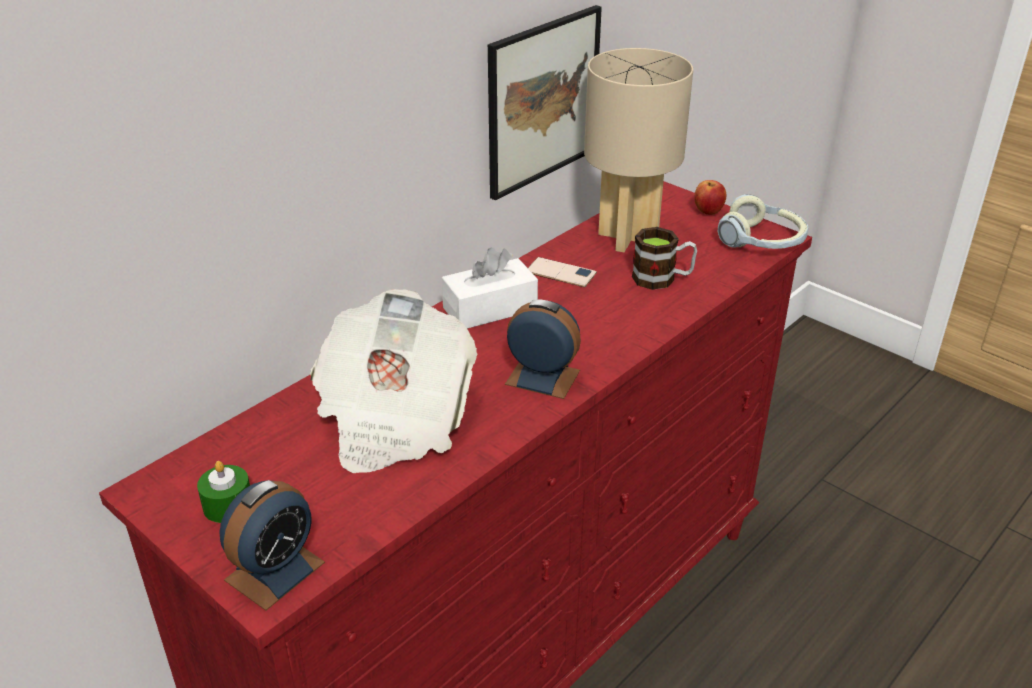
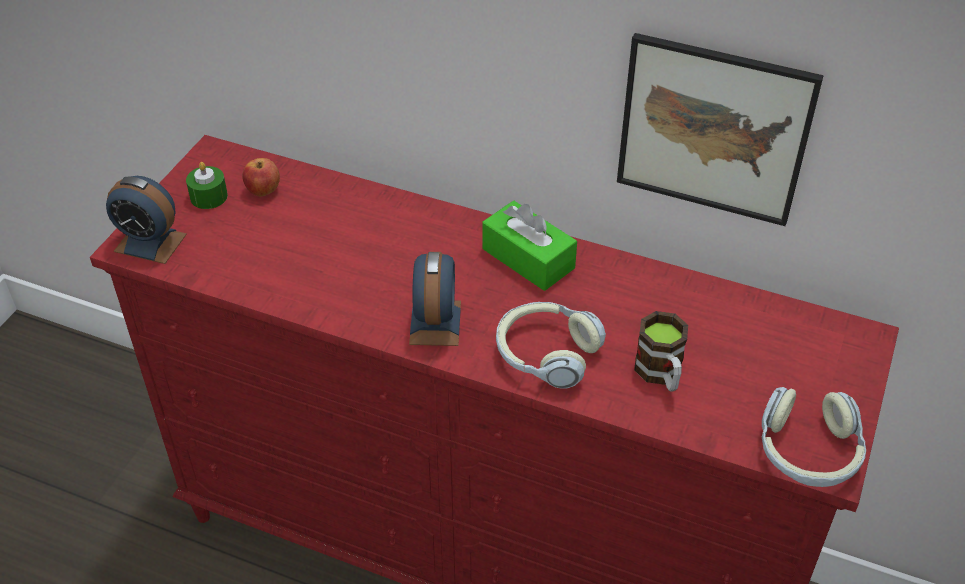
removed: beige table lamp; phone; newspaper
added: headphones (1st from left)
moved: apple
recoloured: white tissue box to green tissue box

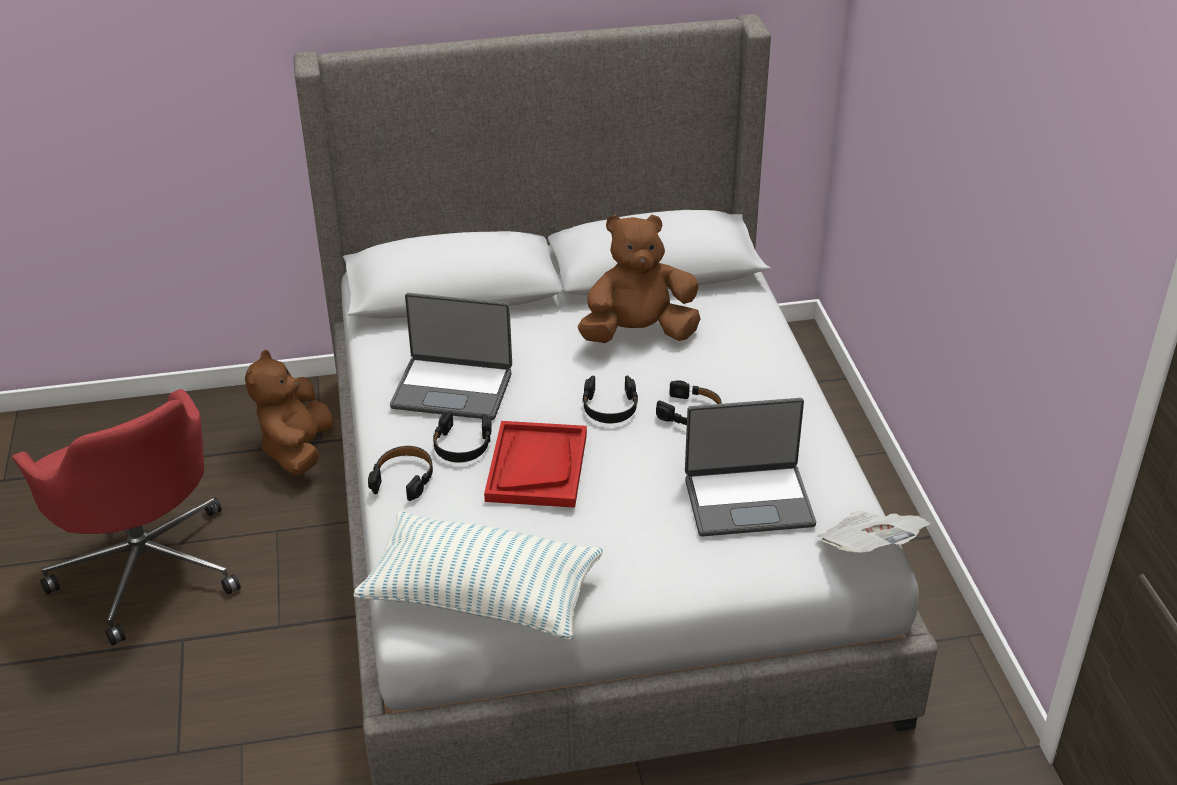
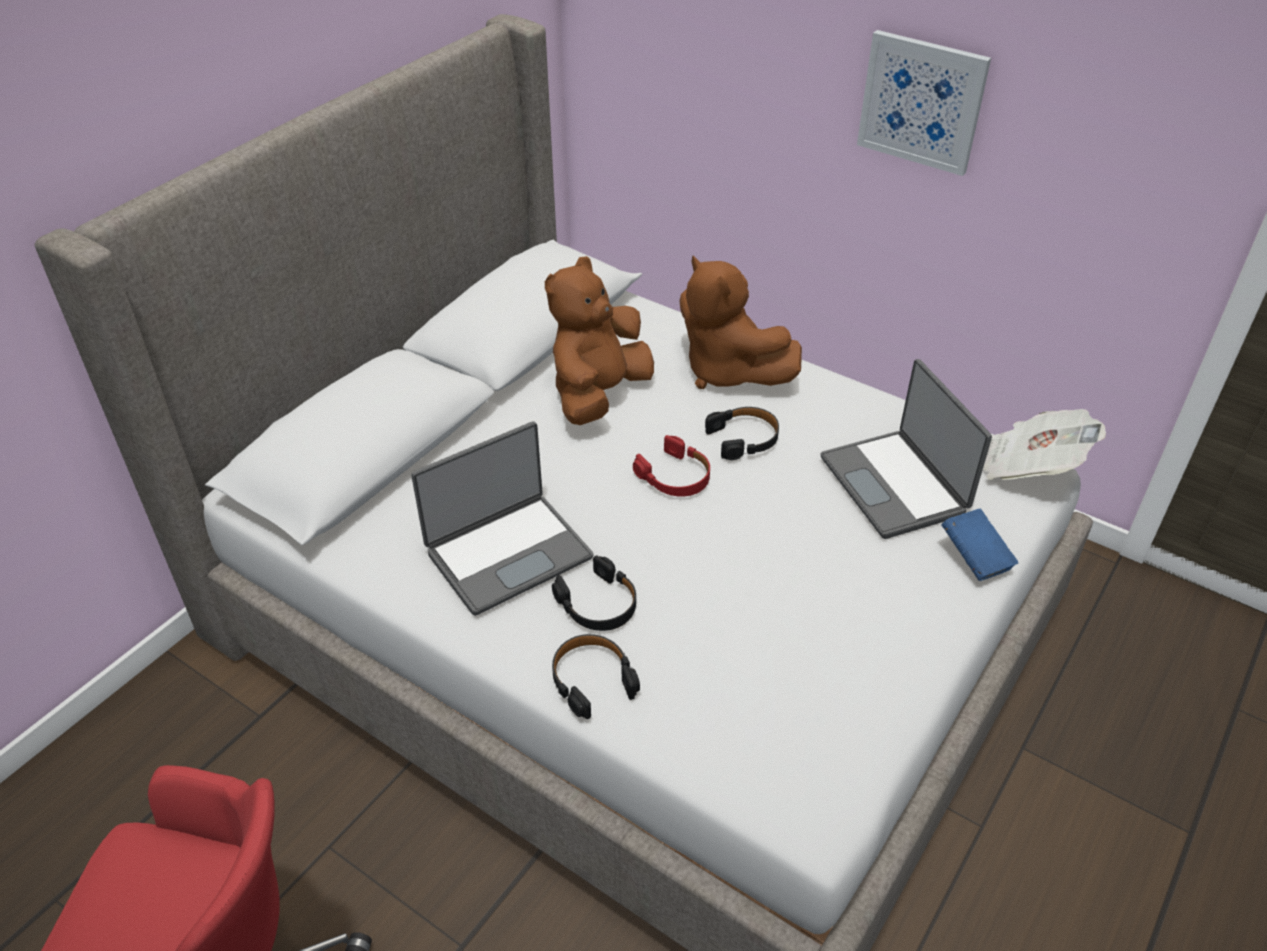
removed: red tray; pillow
added: picture; blue book
moved: brown plush toy (1st from left in the first image) to brown plush toy (2nd from left)
recoloured: black headphones (3rd from left) to red headphones
turned: laptop (2nd from left) 120 degrees clockwise

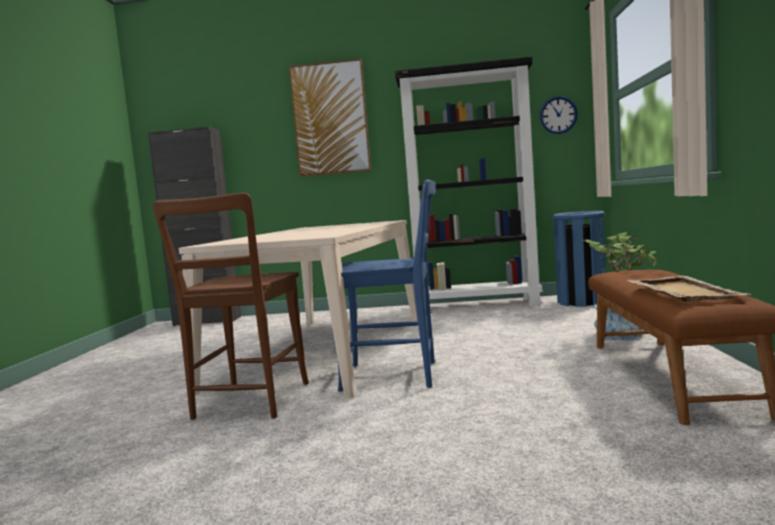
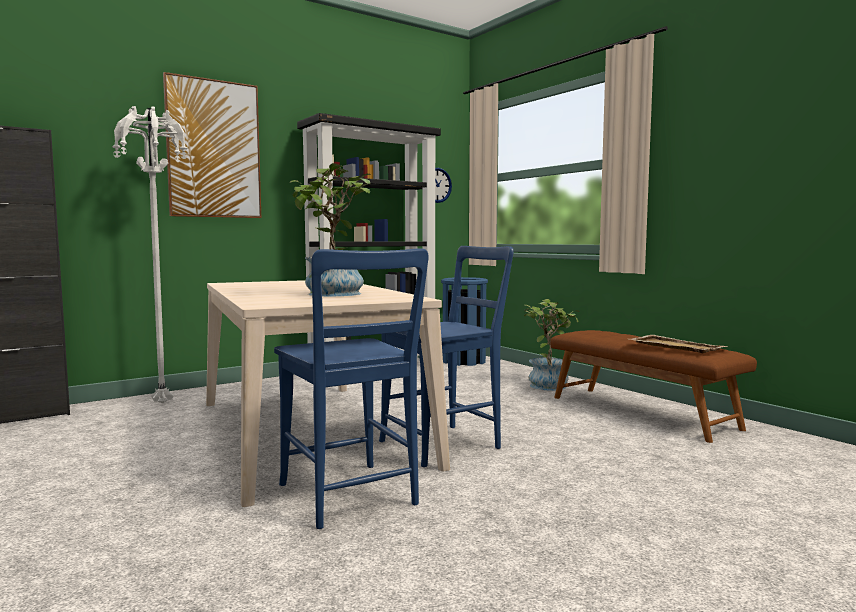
added: white floor lamp; potted plant (1st from left)
recoloured: brown chair to blue chair (1st from left)

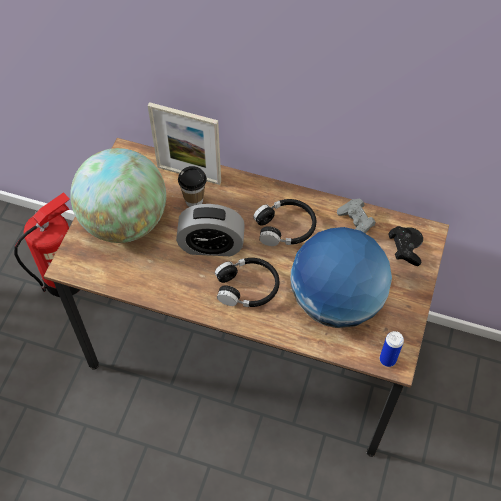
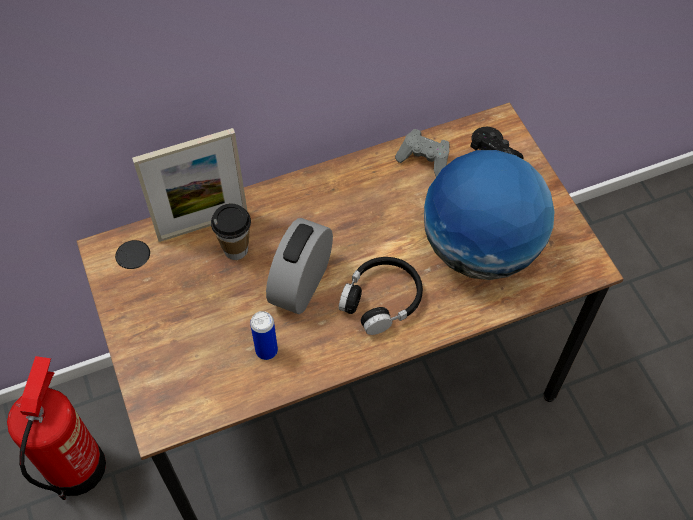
removed: globe (1st from left); black headphones (2nd from left)
moved: can
turned: alarm clock 150 degrees clockwise

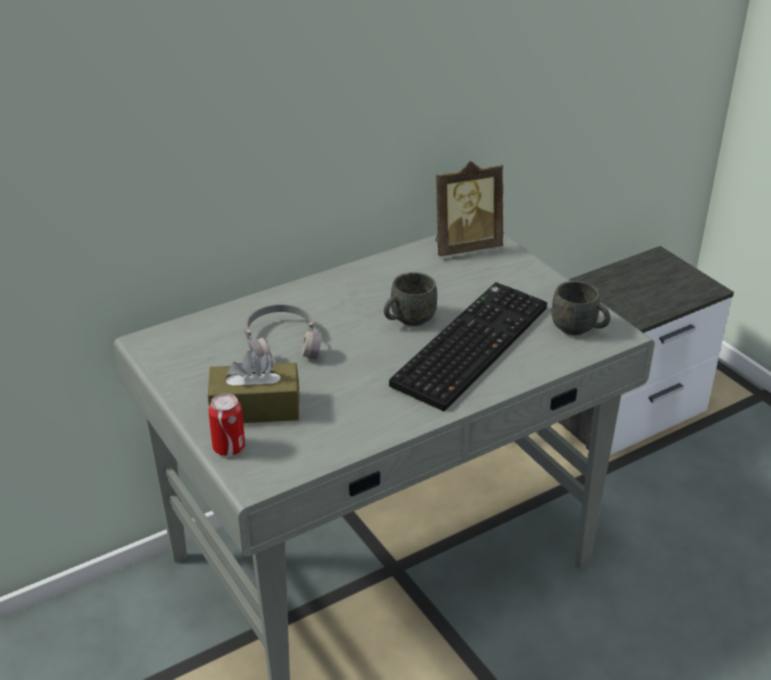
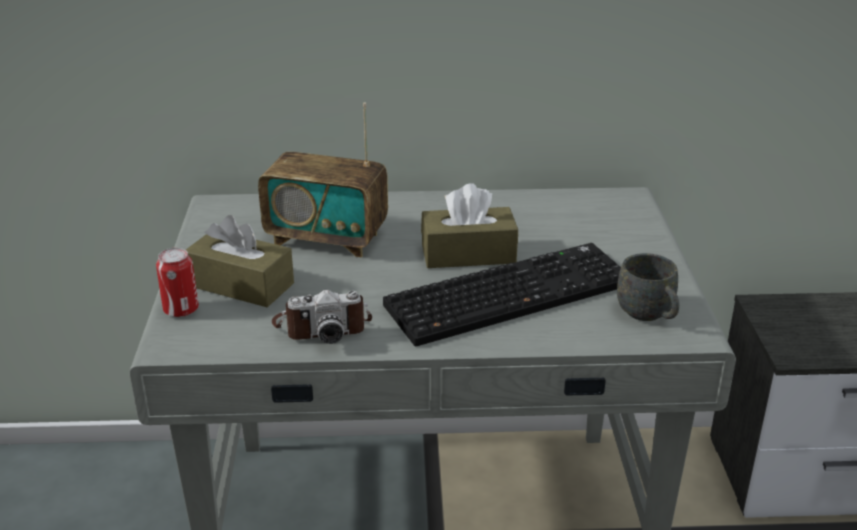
removed: picture frame
added: photo camera
replaced: grey mug (1st from left) to brown tissue box (2nd from left); grey headphones to radio

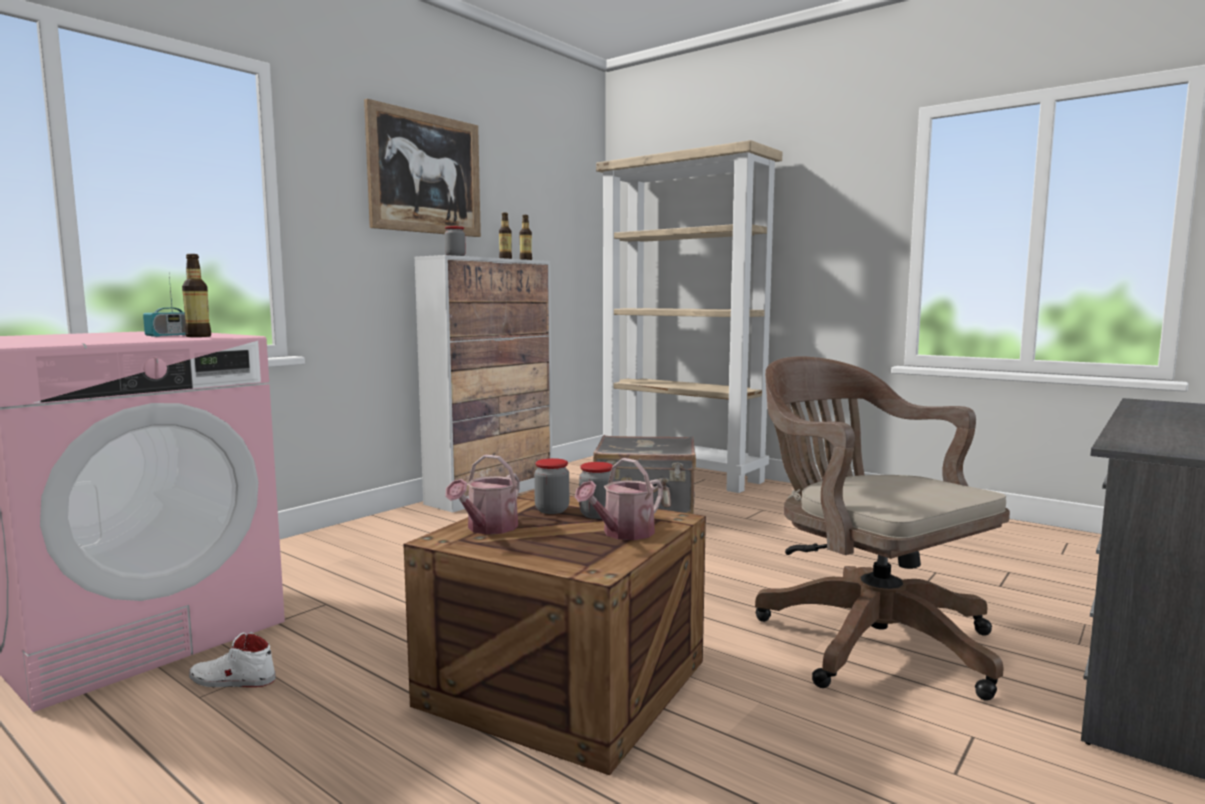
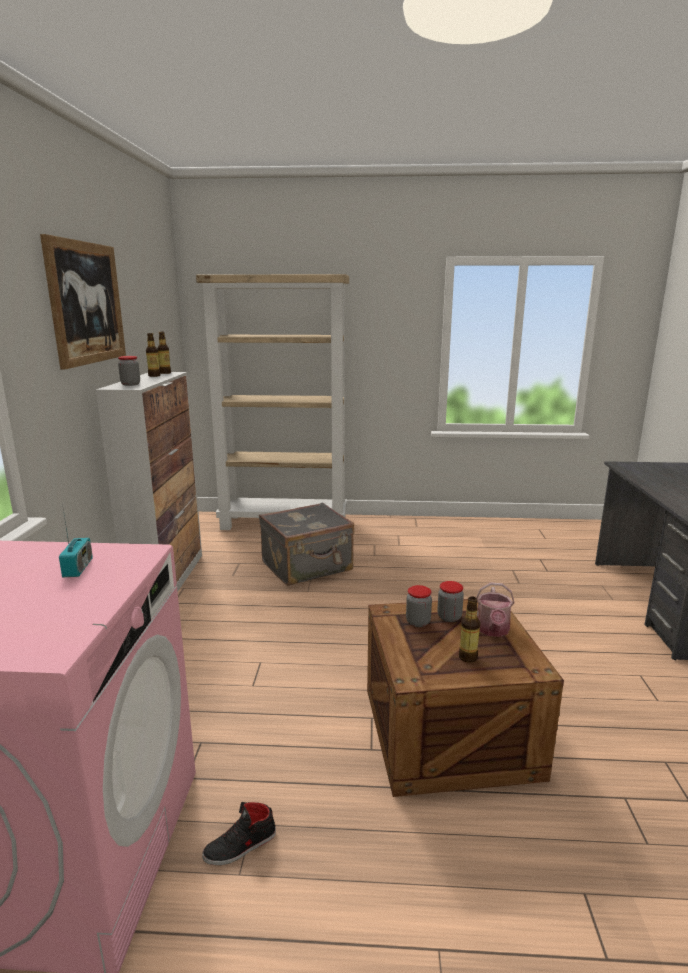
removed: brown office chair; watering can (1st from left)
moved: bottle (1st from left in the first image) to bottle (3rd from left)
recoloured: white shoe to black shoe

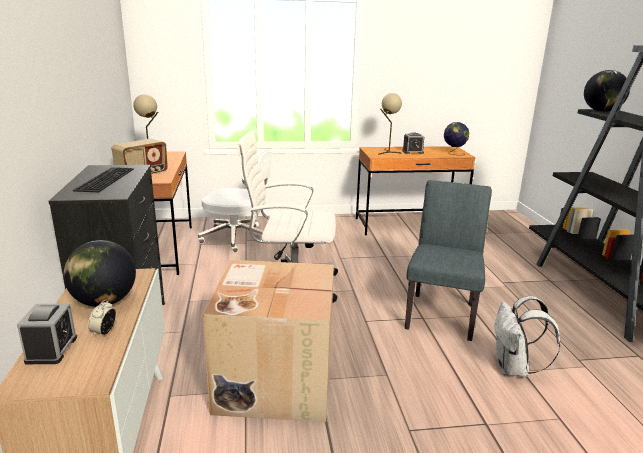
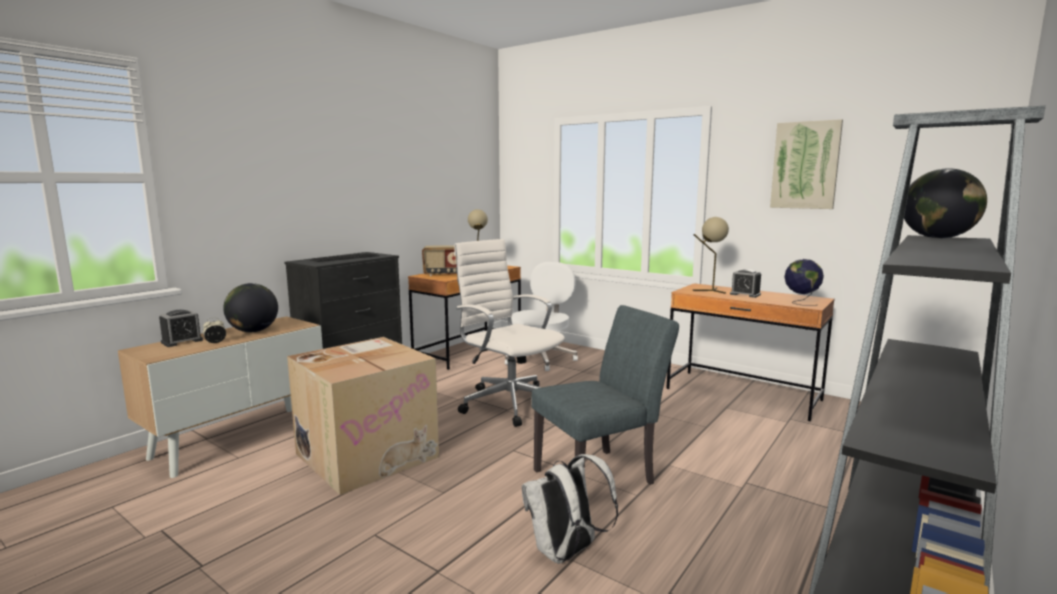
added: picture
turned: white office chair (1st from left in the first image) 120 degrees counterclockwise

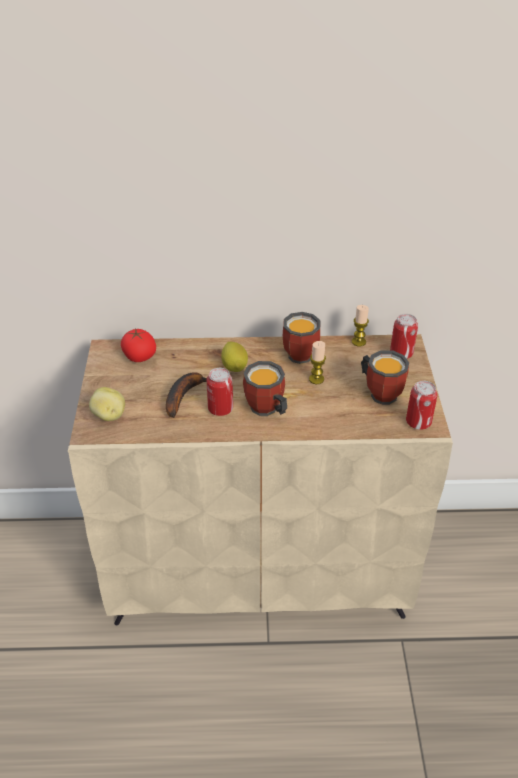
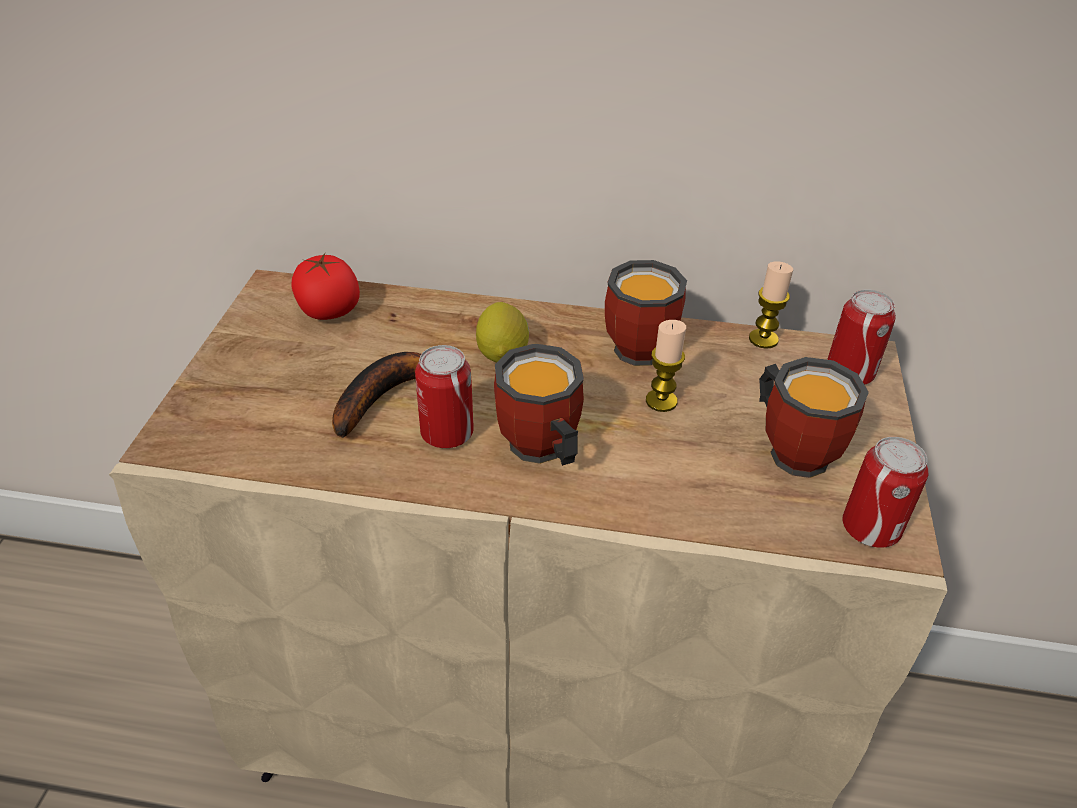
removed: potato

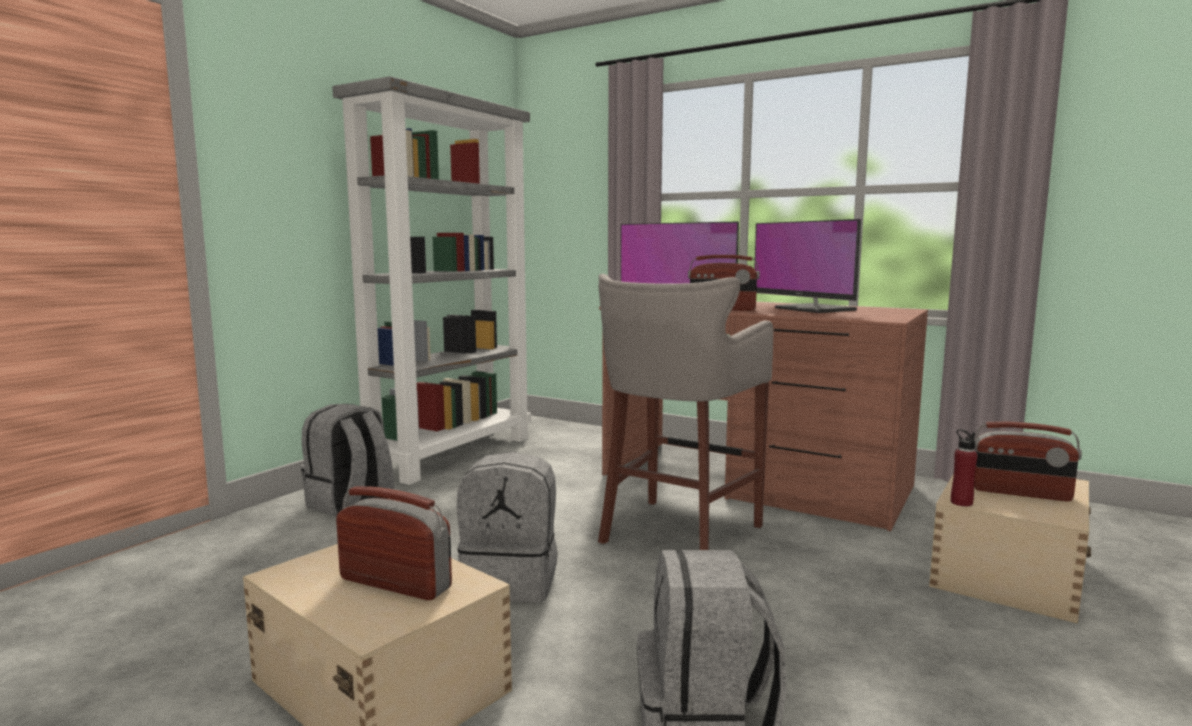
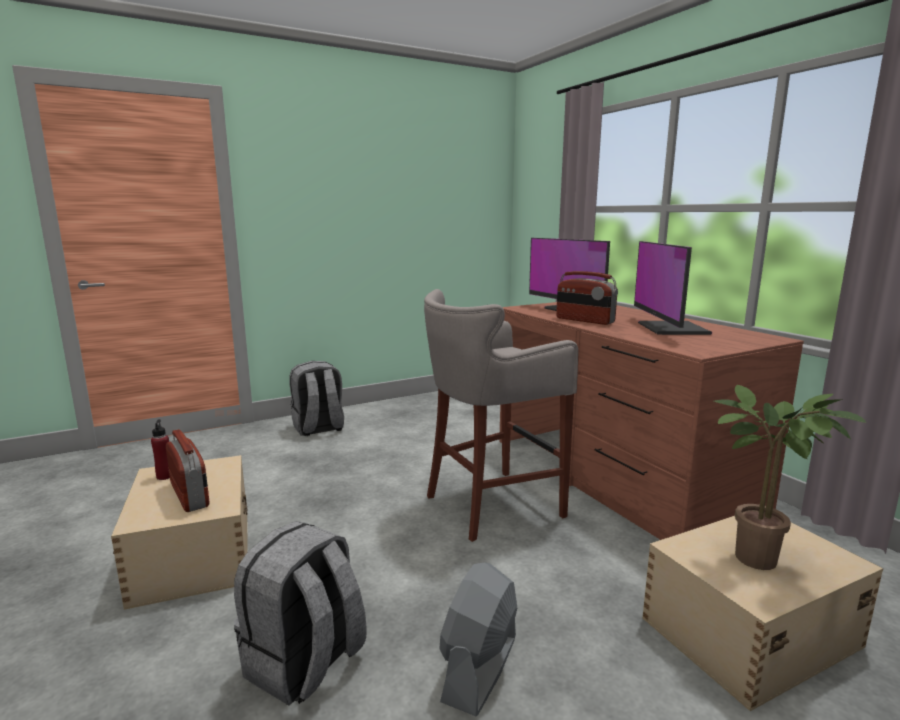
removed: grey bookcase; grey backpack (2nd from left)
added: grey fan
moved: red bottle
replaced: radio (3rd from left) to potted plant

